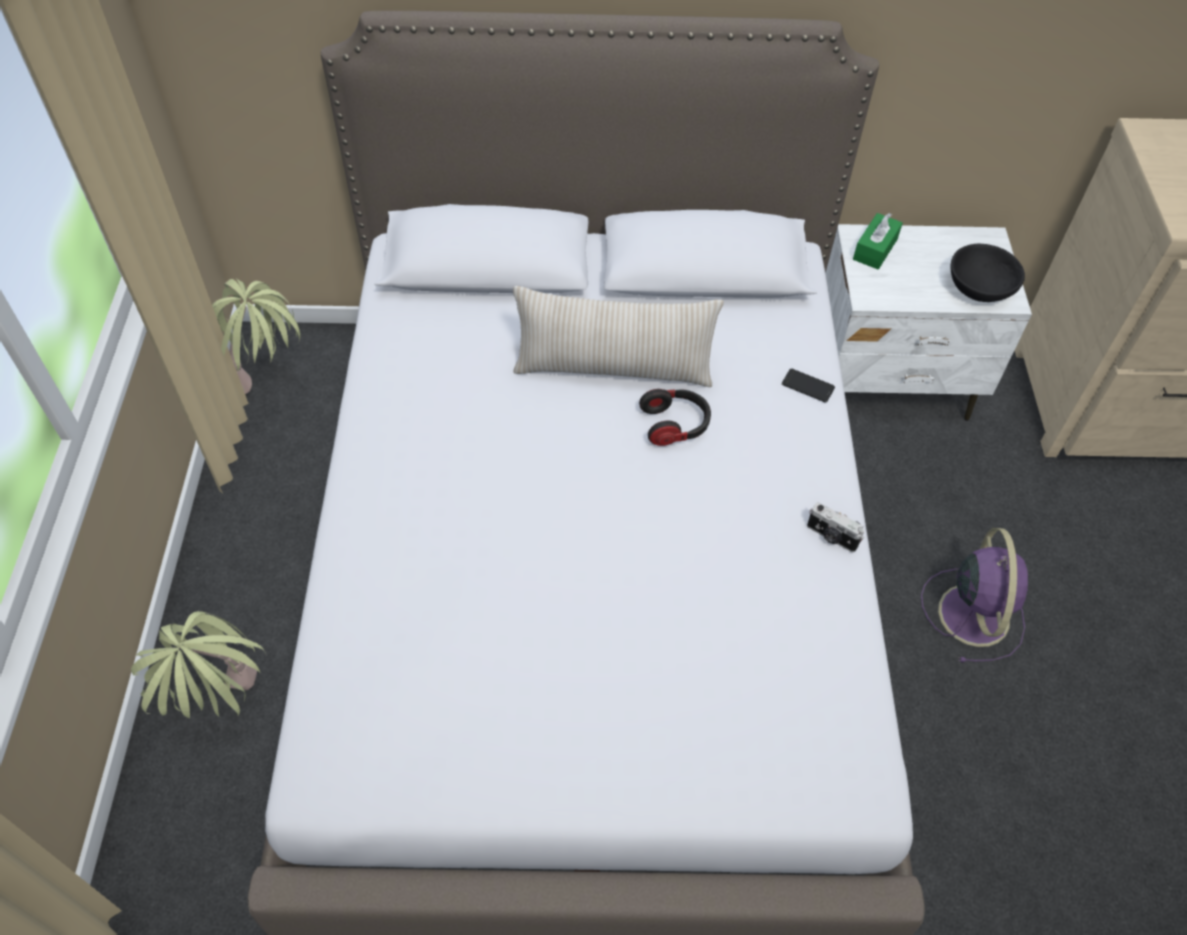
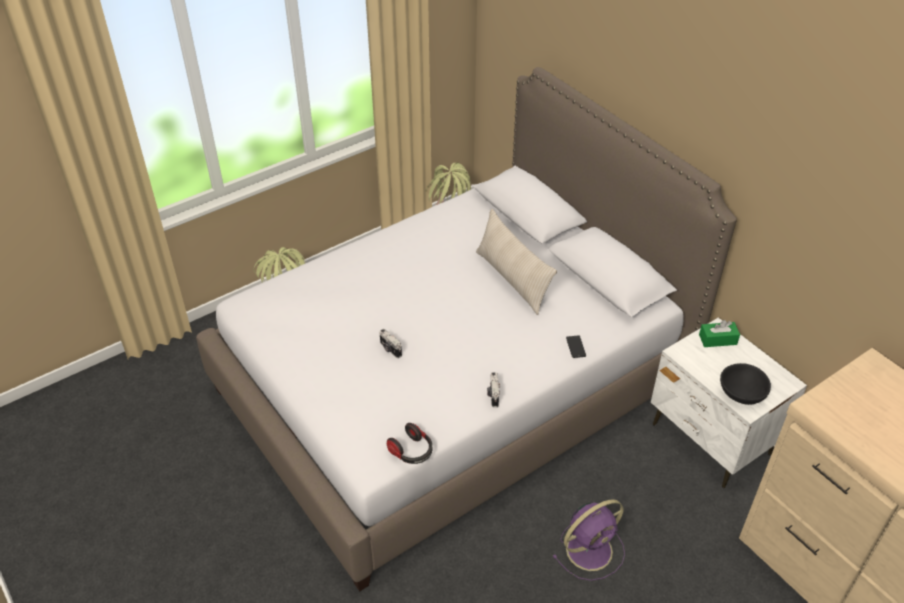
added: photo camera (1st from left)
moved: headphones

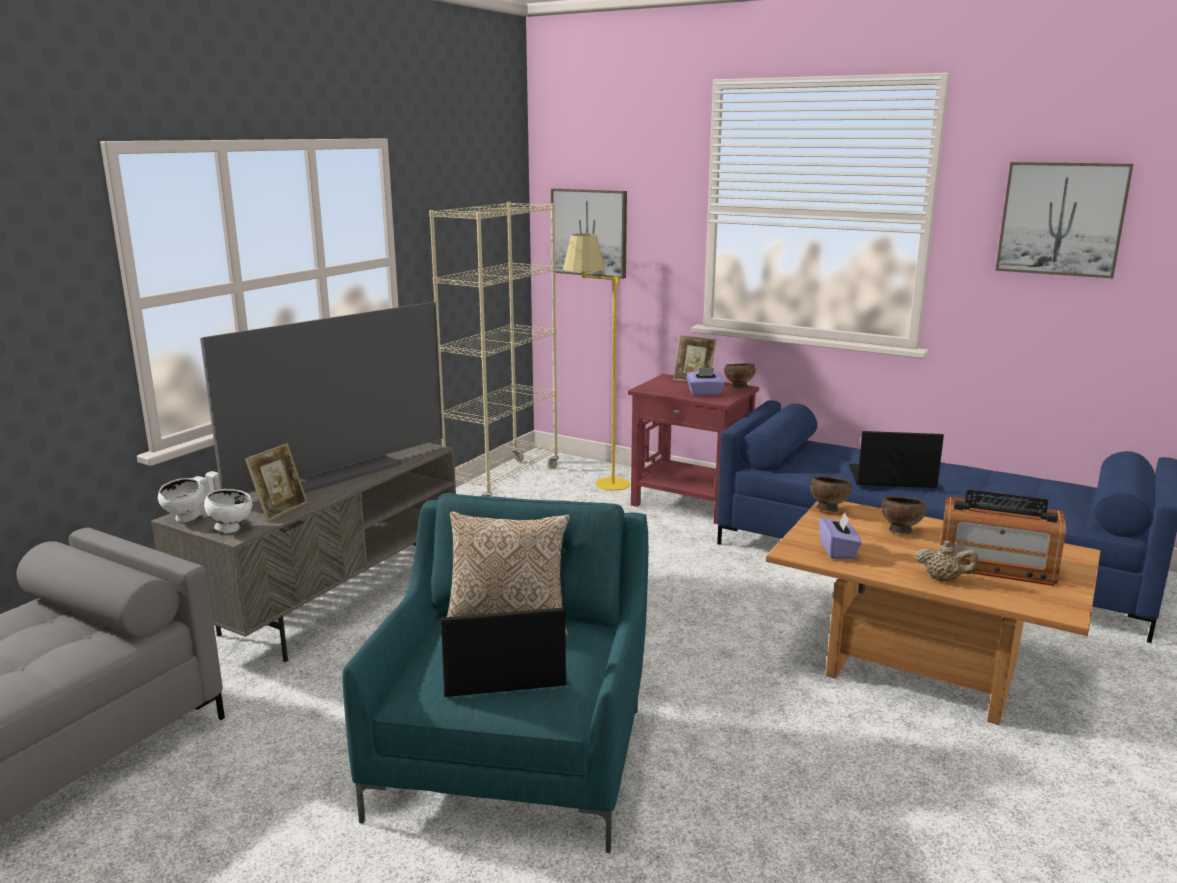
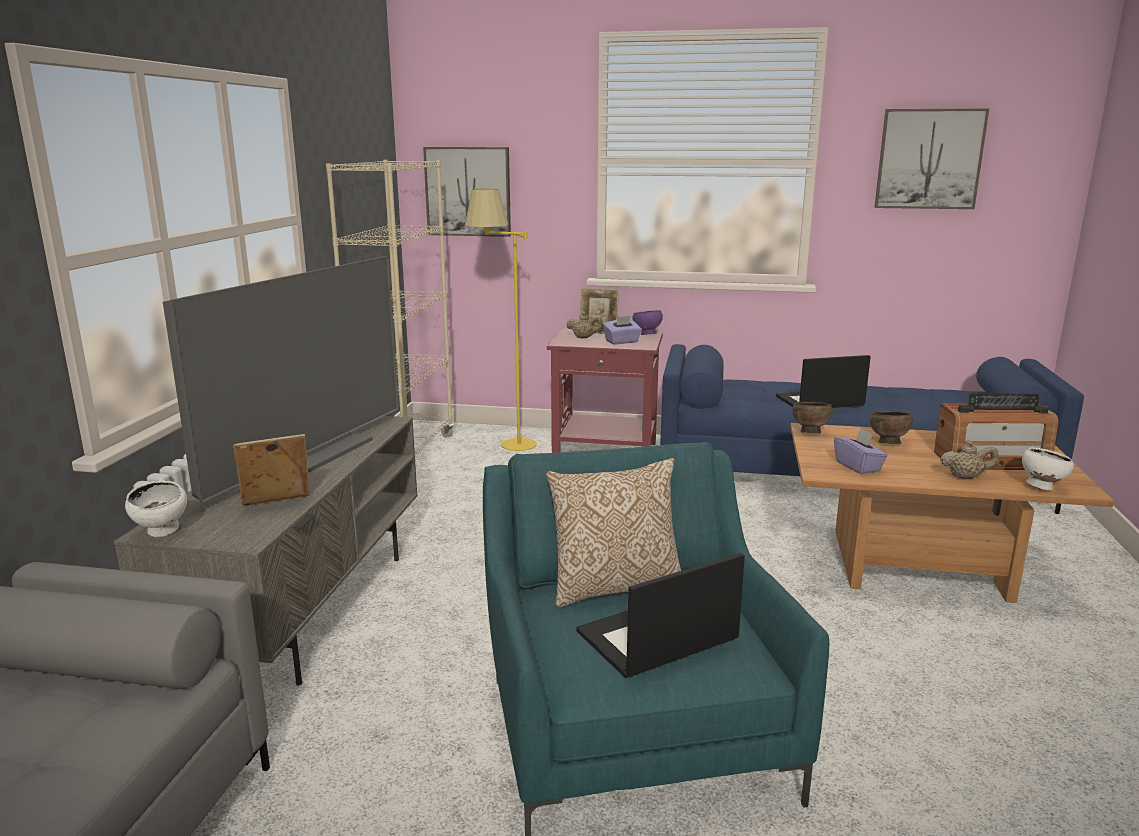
added: beige teapot (1st from left)
moved: white bowl (2nd from left)
recoloured: brown bowl (1st from left) to purple bowl
turned: picture frame (1st from left) 120 degrees counterclockwise

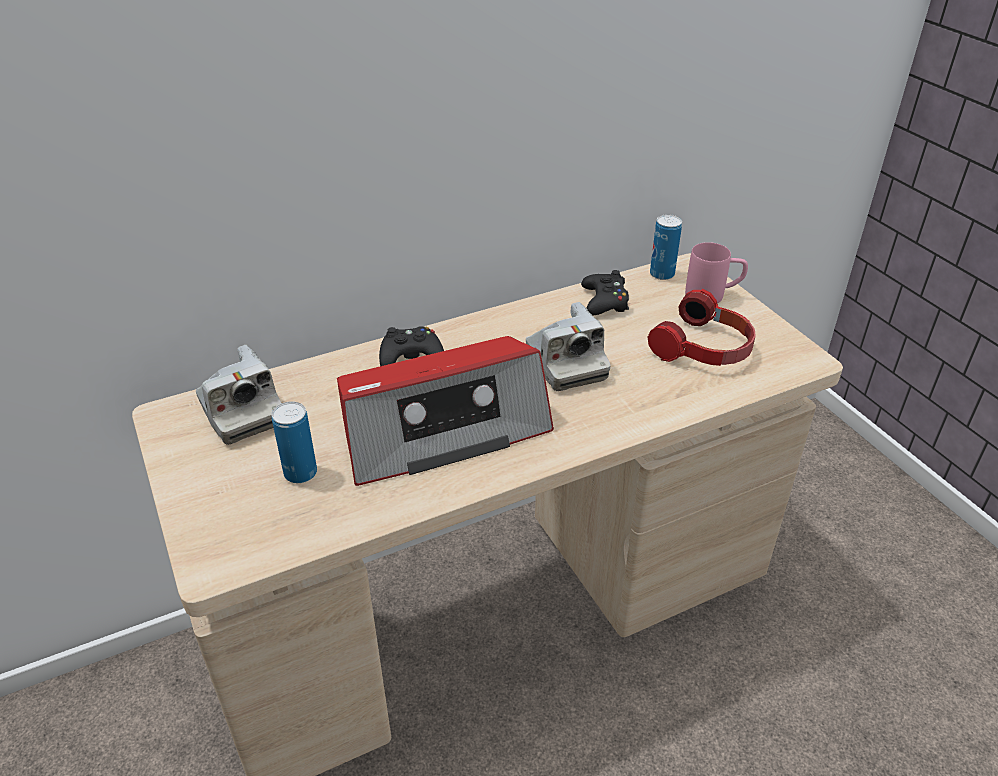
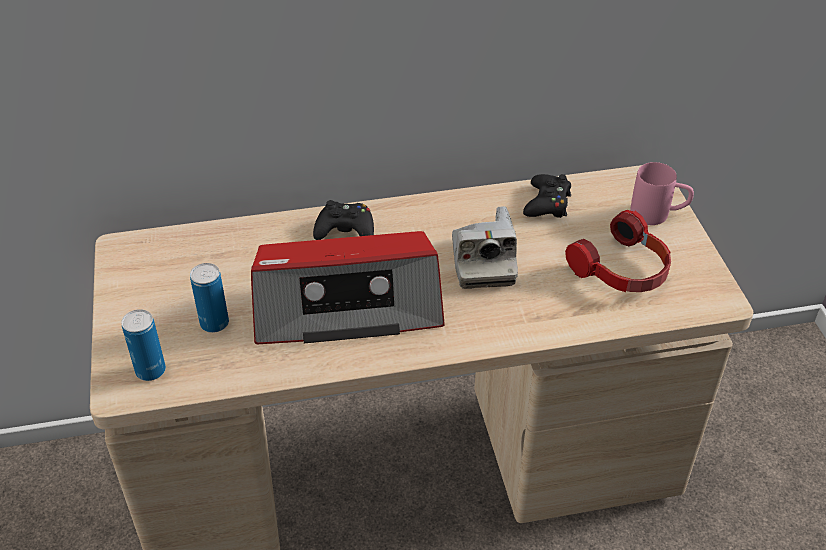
removed: photo camera (1st from left)
moved: can (2nd from left in the first image) to can (1st from left)

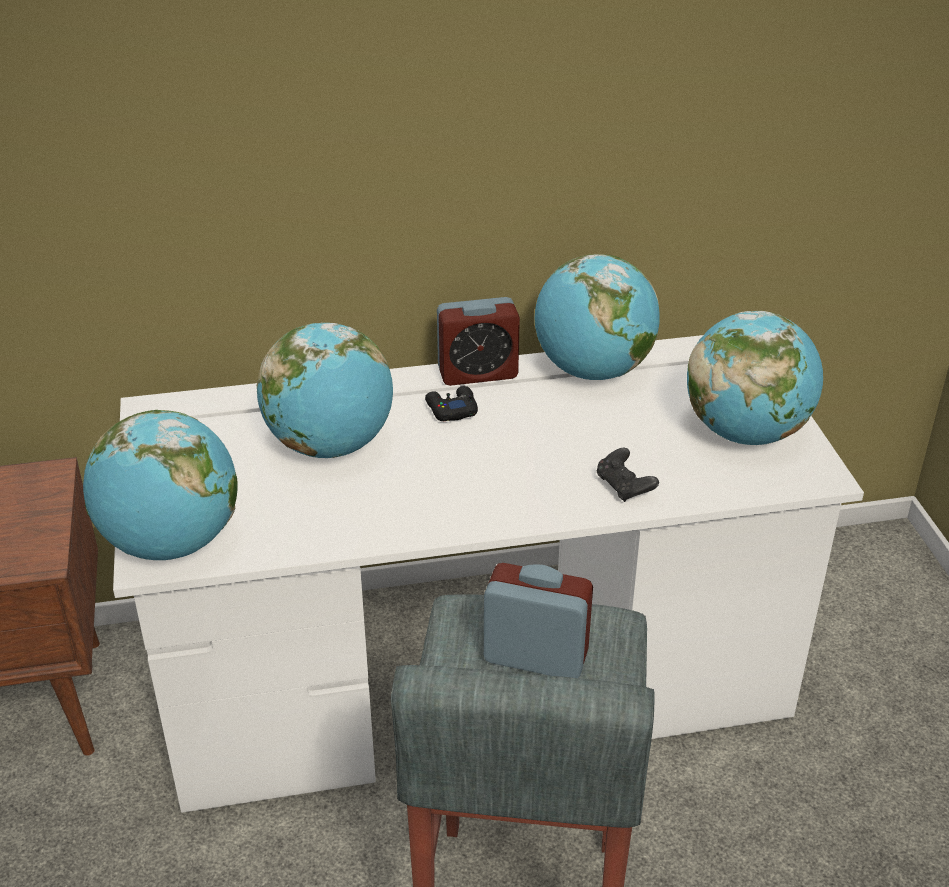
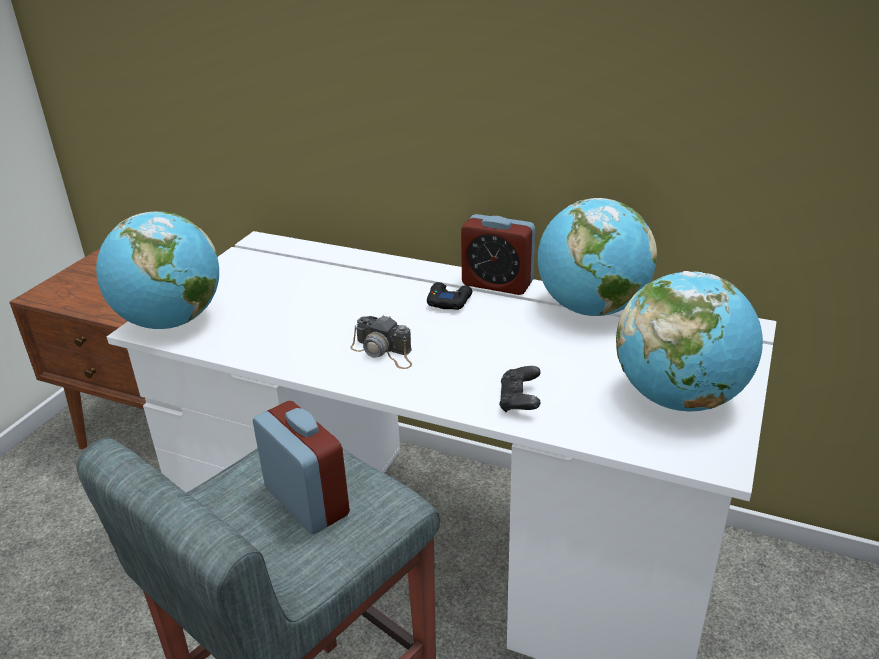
removed: globe (2nd from left)
added: photo camera

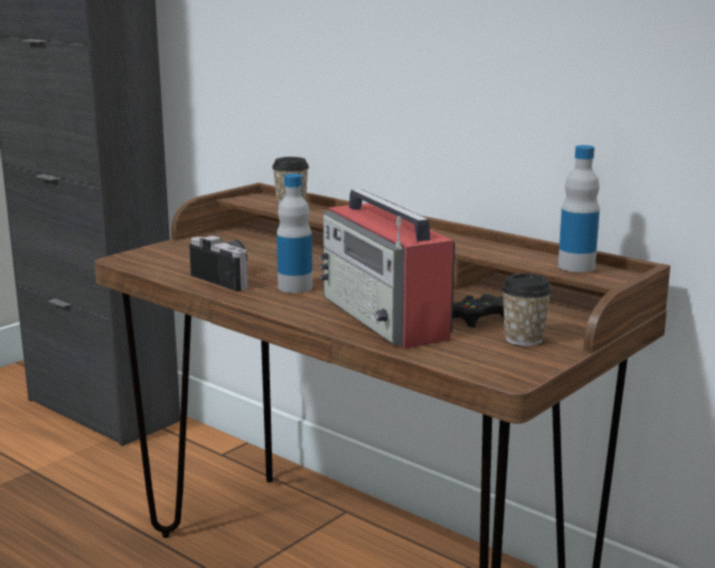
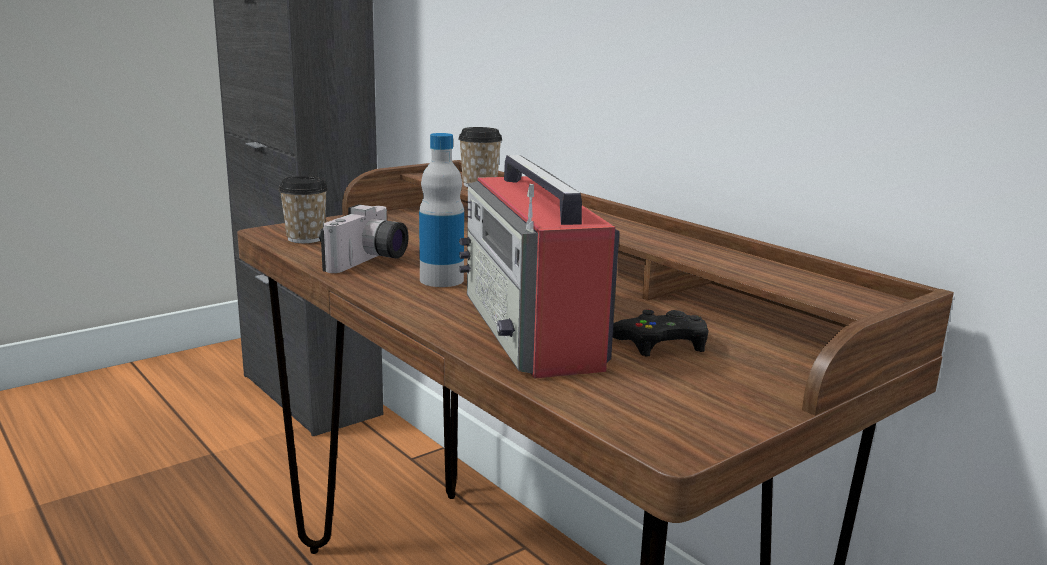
removed: bottle (2nd from left)
moved: cup (2nd from left in the first image) to cup (1st from left)
turned: photo camera 60 degrees clockwise

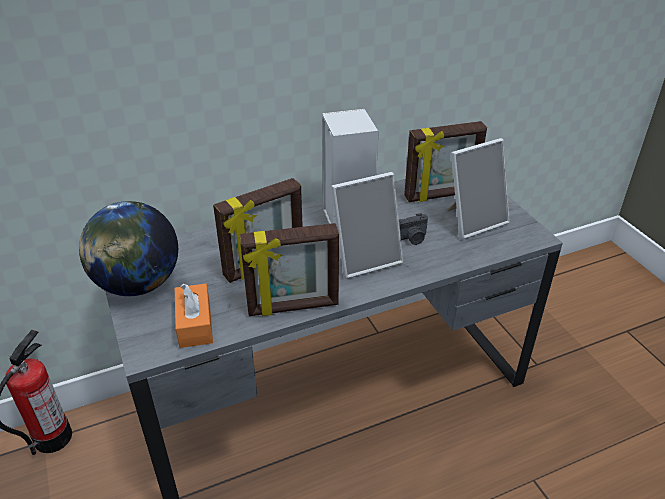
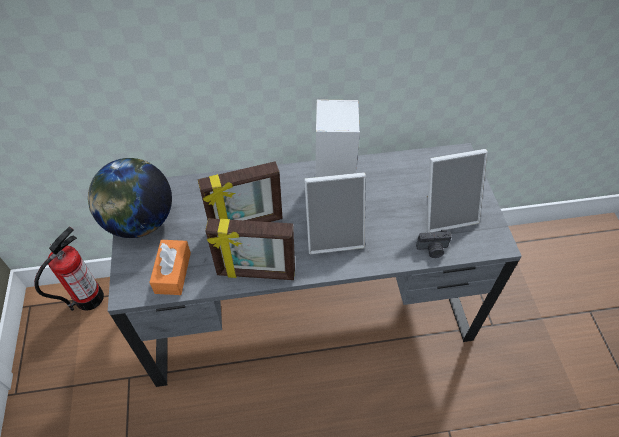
removed: picture frame (4th from left)
moved: photo camera

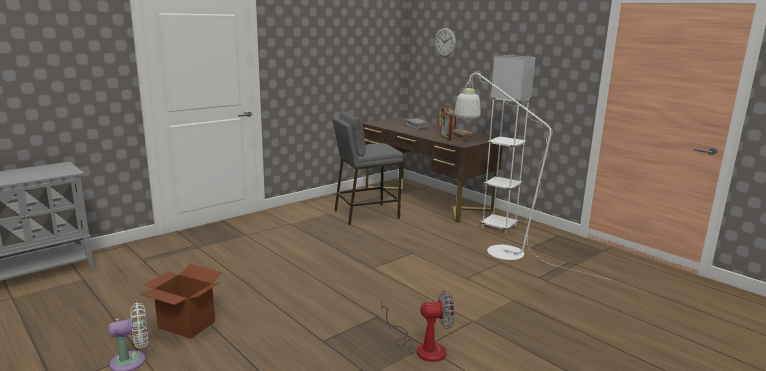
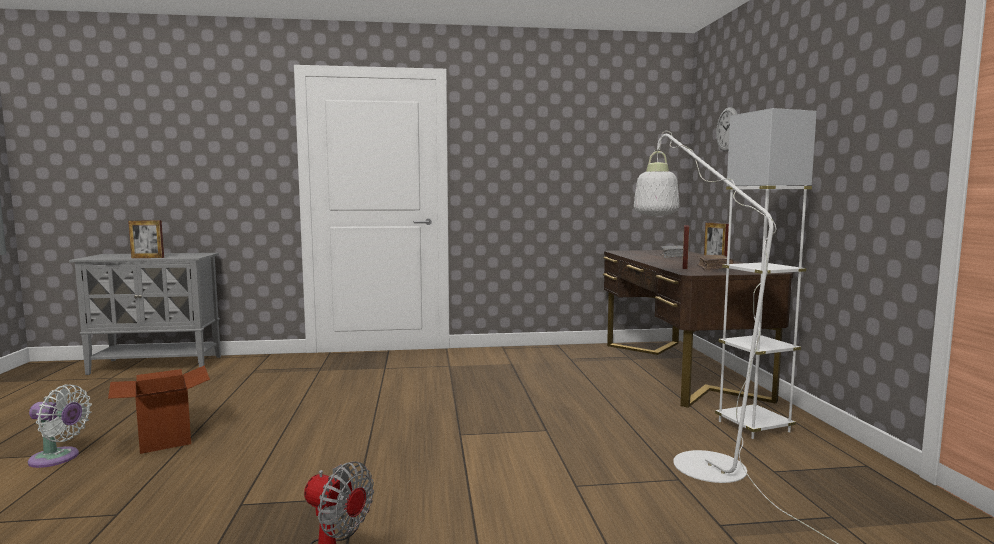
removed: grey stool
added: picture frame (1st from left)

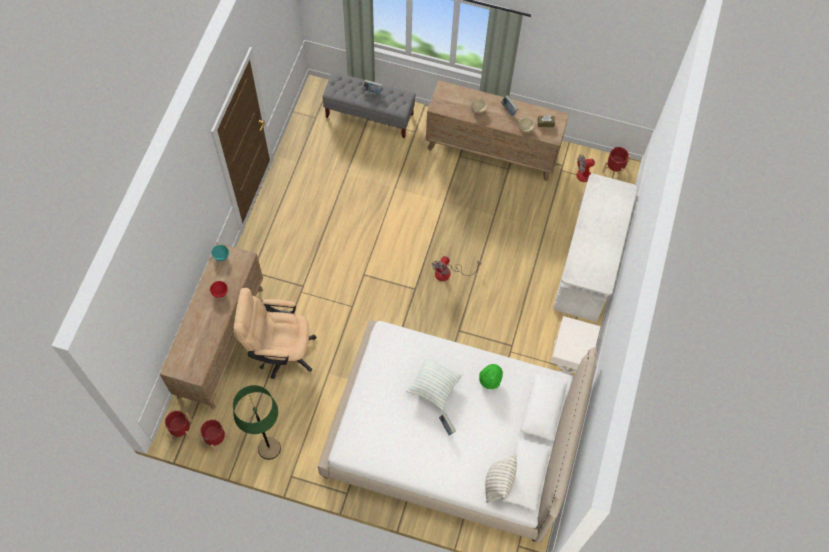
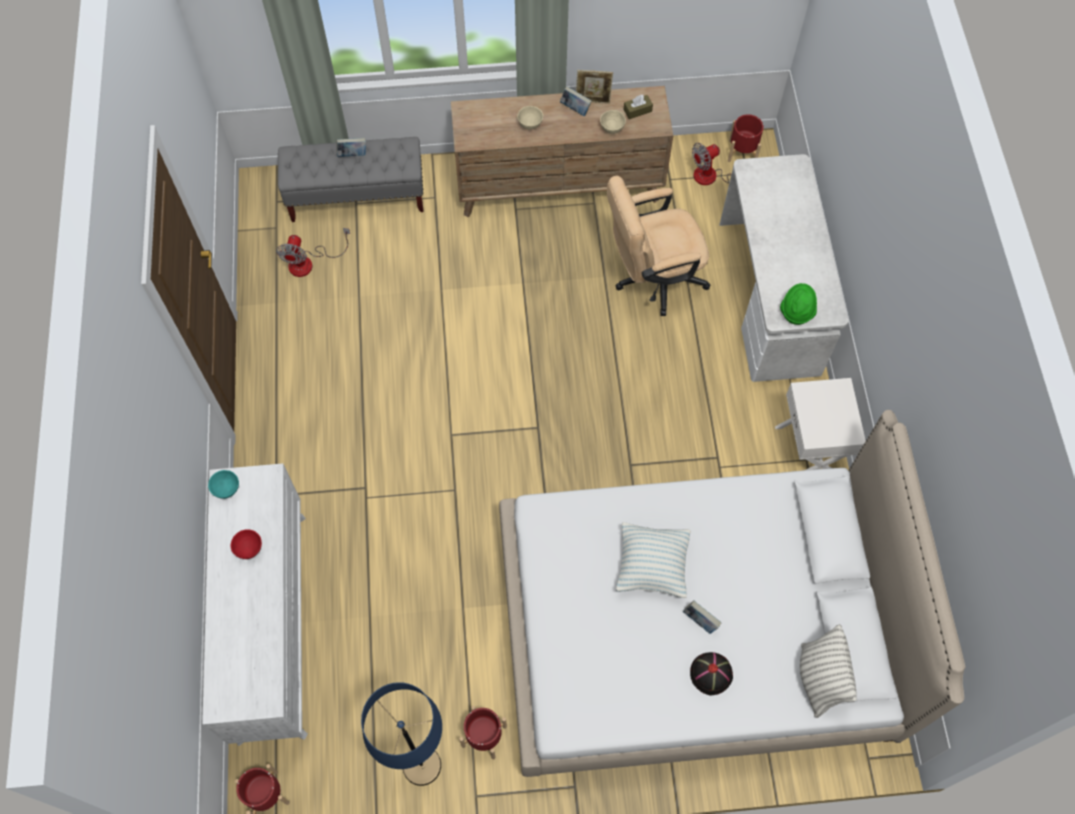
added: picture frame; black hat
moved: fan (1st from left); beige office chair; green hat; red planter (2nd from left)
recoloured: brown dresser (1st from left) to white dresser; green floor lamp to blue floor lamp

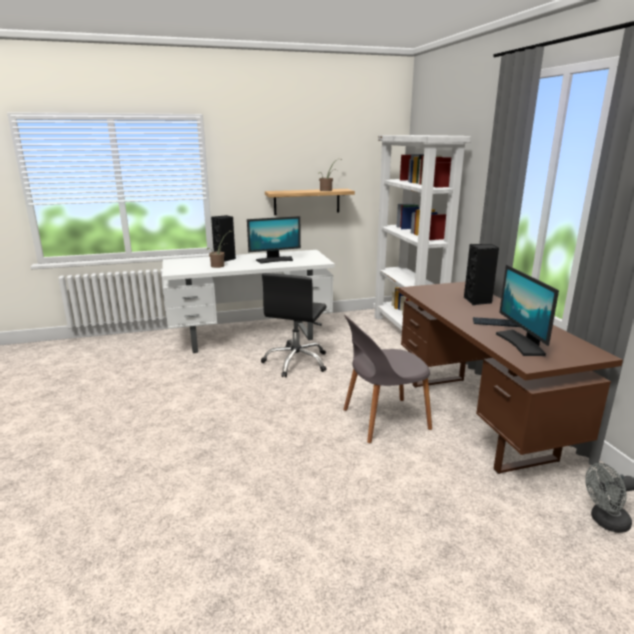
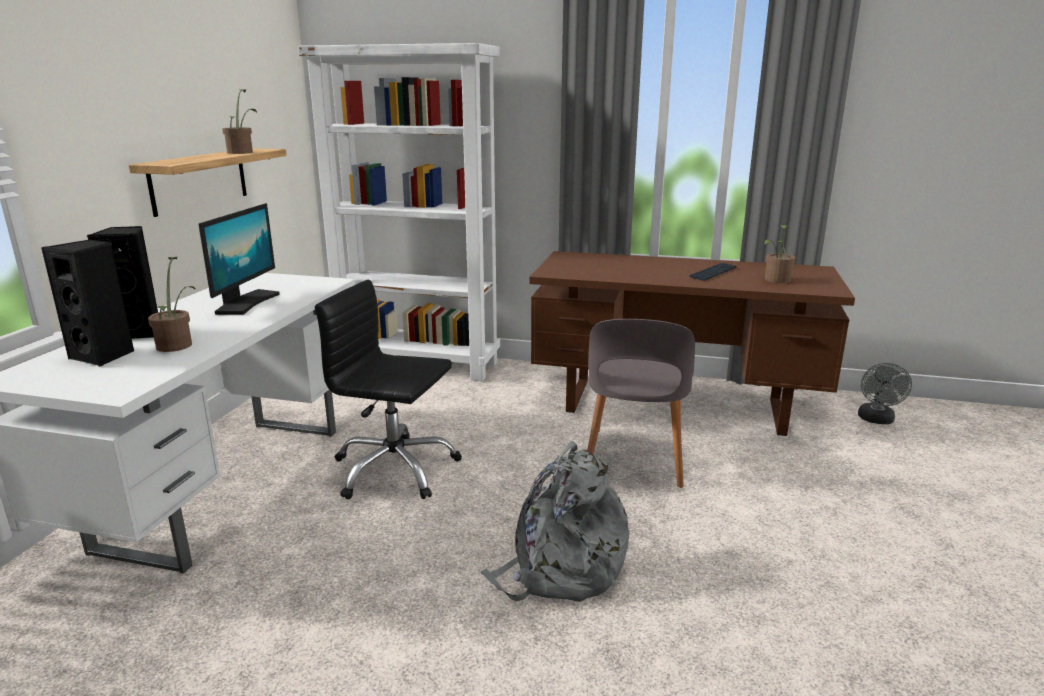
added: grey backpack
moved: black speaker (2nd from left in the first image) to black speaker (1st from left)
replaced: monitor (2nd from left) to potted plant (3rd from left)
turned: black office chair 150 degrees clockwise

